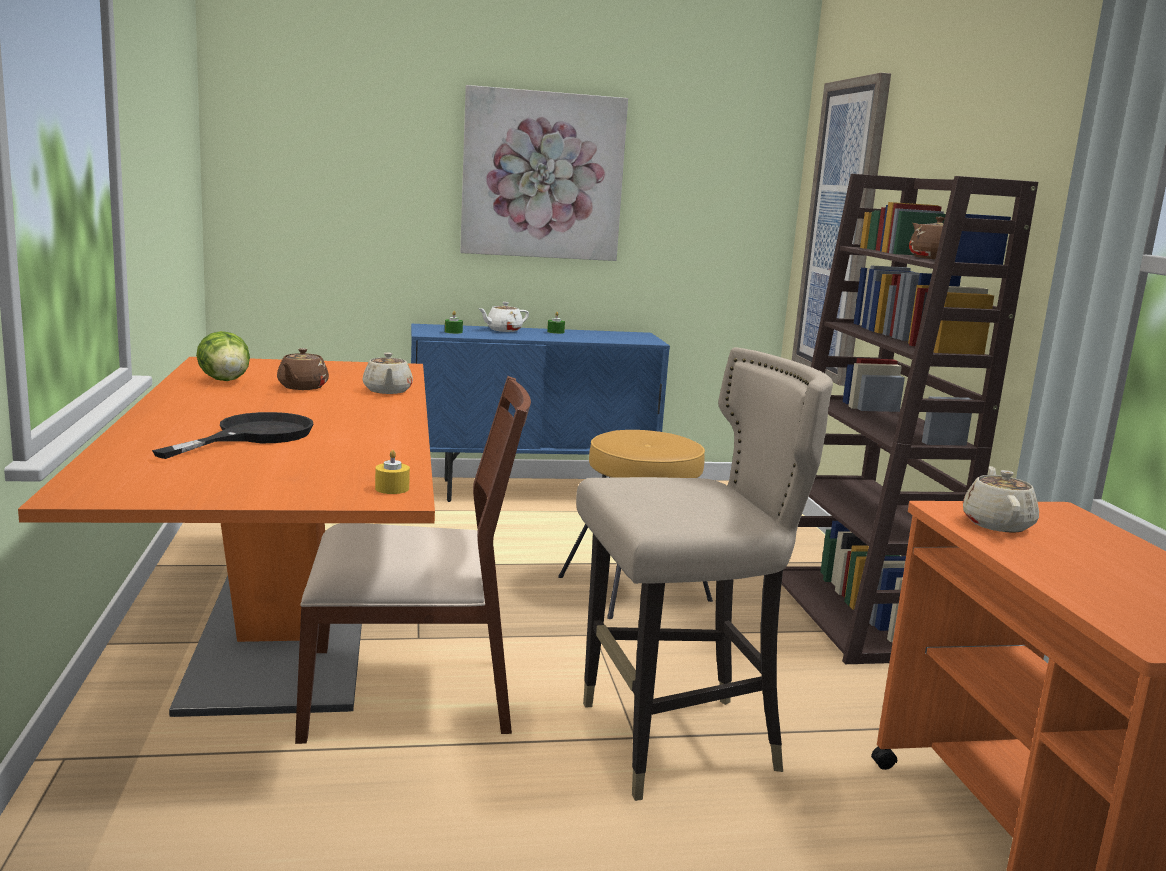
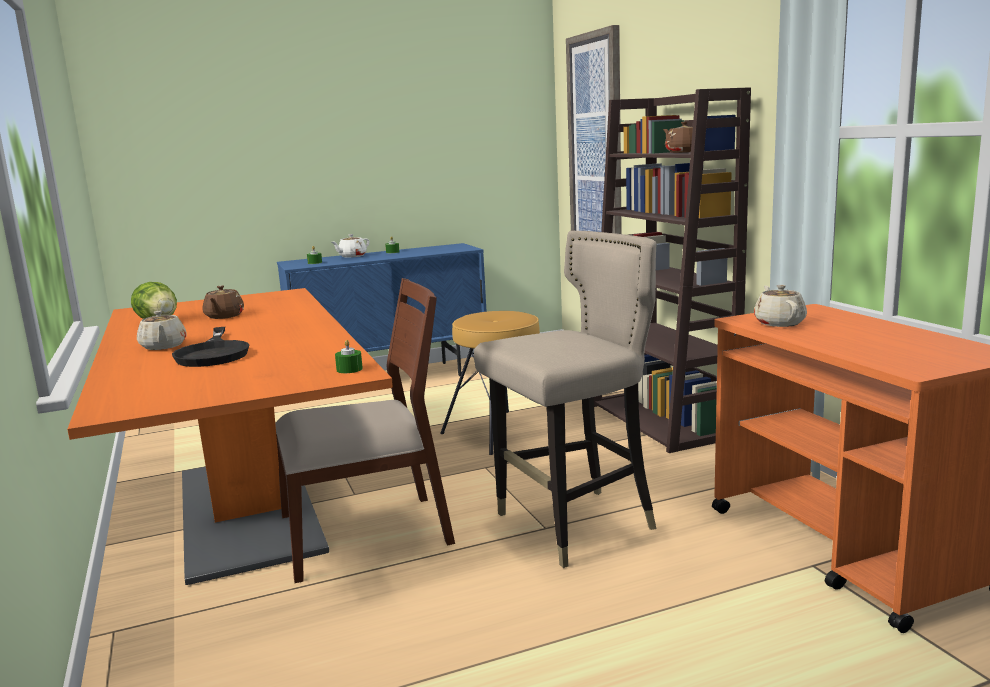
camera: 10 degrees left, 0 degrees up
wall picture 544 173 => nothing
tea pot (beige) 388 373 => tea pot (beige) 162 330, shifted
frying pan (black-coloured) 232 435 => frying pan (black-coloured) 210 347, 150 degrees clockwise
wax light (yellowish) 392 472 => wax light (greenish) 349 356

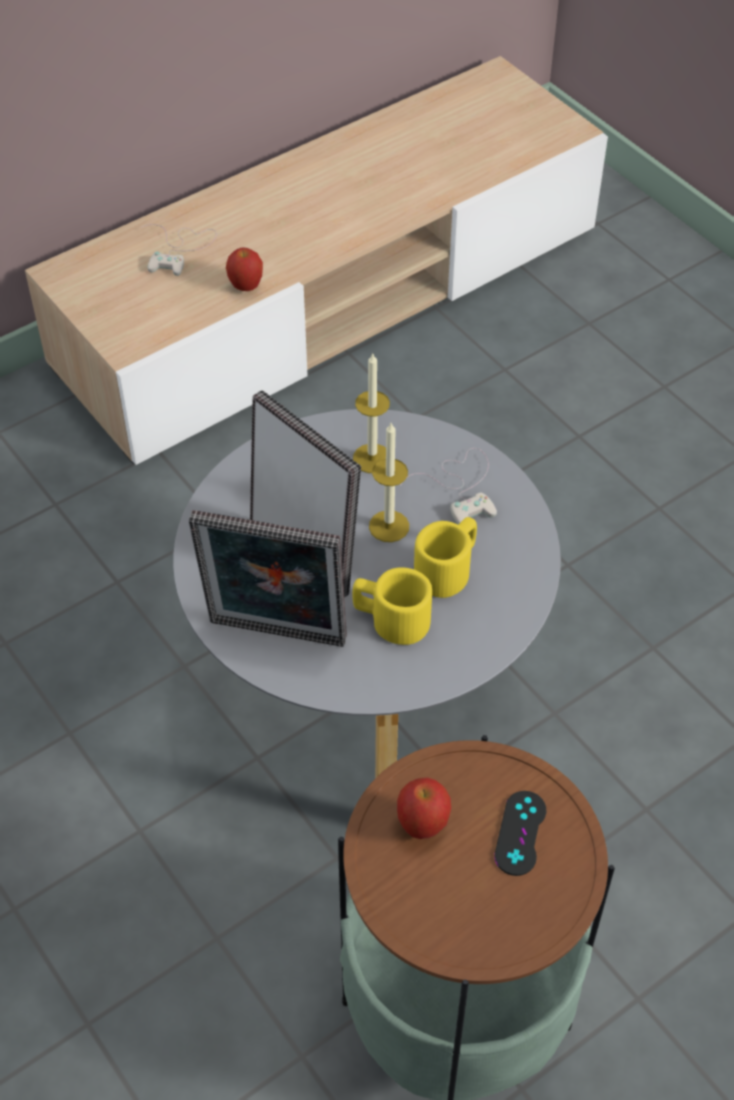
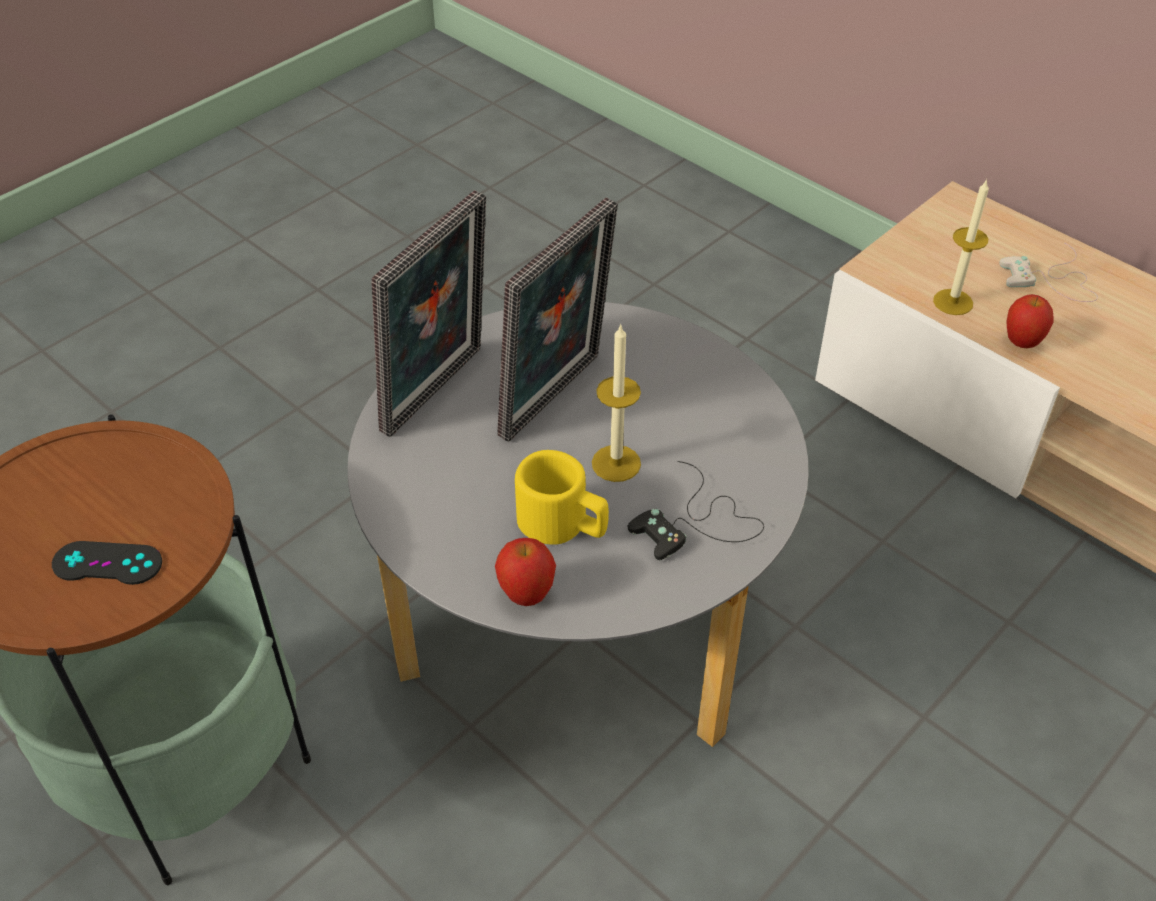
camera: 80 degrees right, 5 degrees down
wax light 371 413 => wax light 961 247, shifted
gamepad (white-coloured) 448 486 => gamepad (black-coloured) 696 510
photo frame 268 578 => photo frame 428 313, 150 degrees counterclockwise
tea mug (yellowish) 392 606 => nothing
apple 424 808 => apple 525 572, shifted

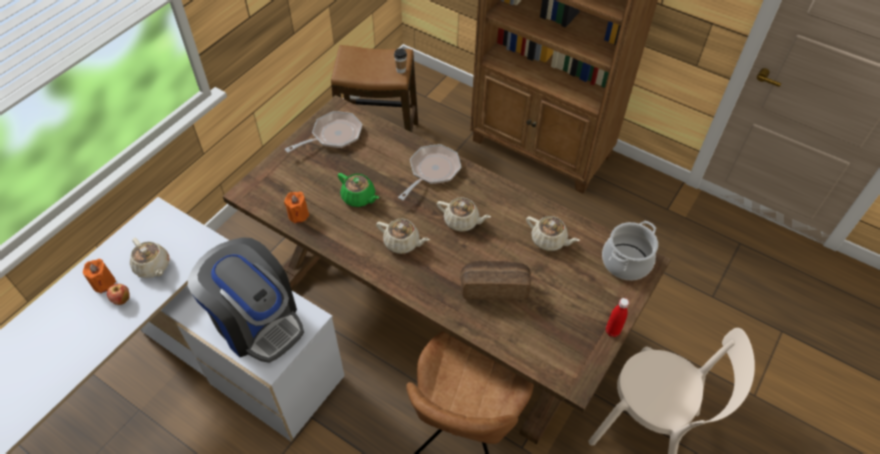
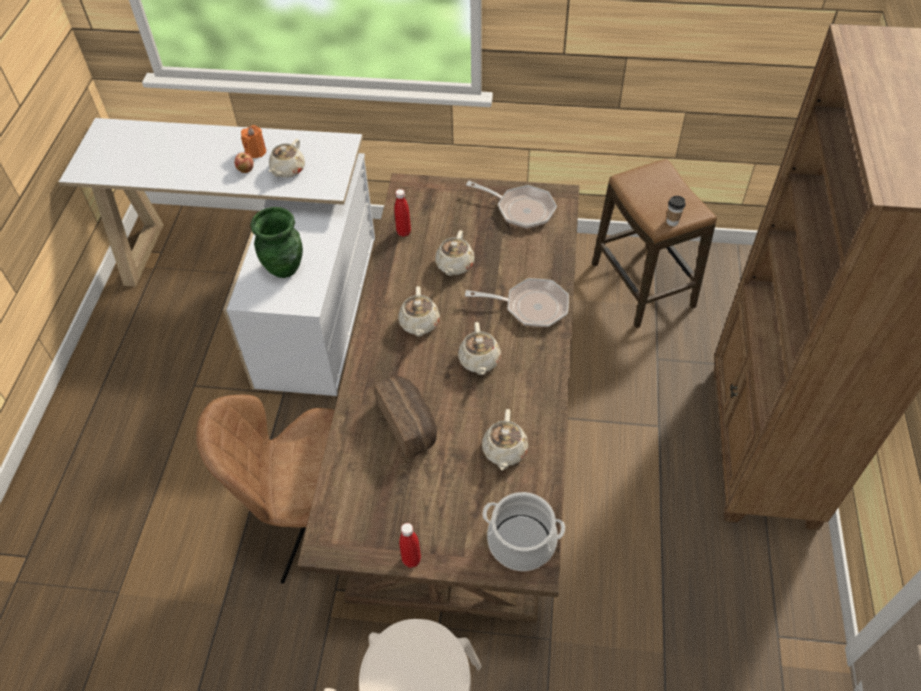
camera: 65 degrees right, 0 degrees up
tea pot (greenish) 358 190 => tea pot (beige) 454 253
wax light (orange) 296 208 => beverage bottle (reddish) 402 213
coffee machine 246 300 => flower vase (greenish) 276 242

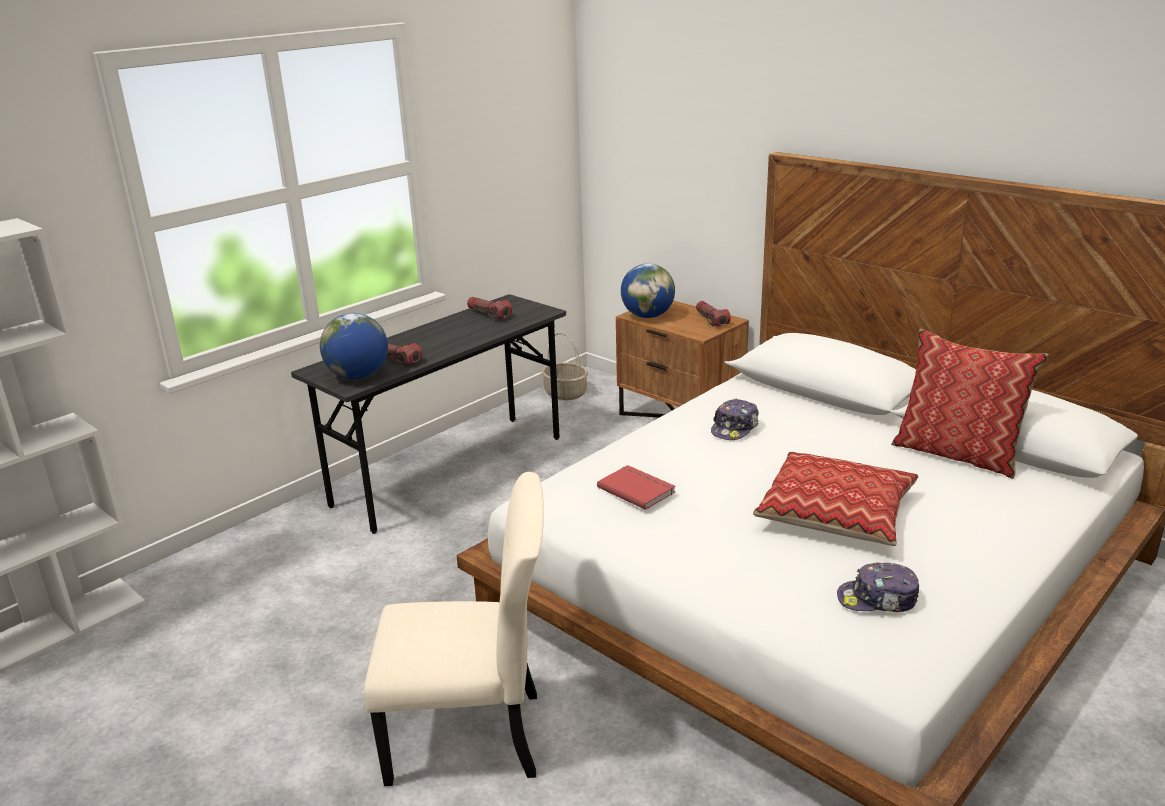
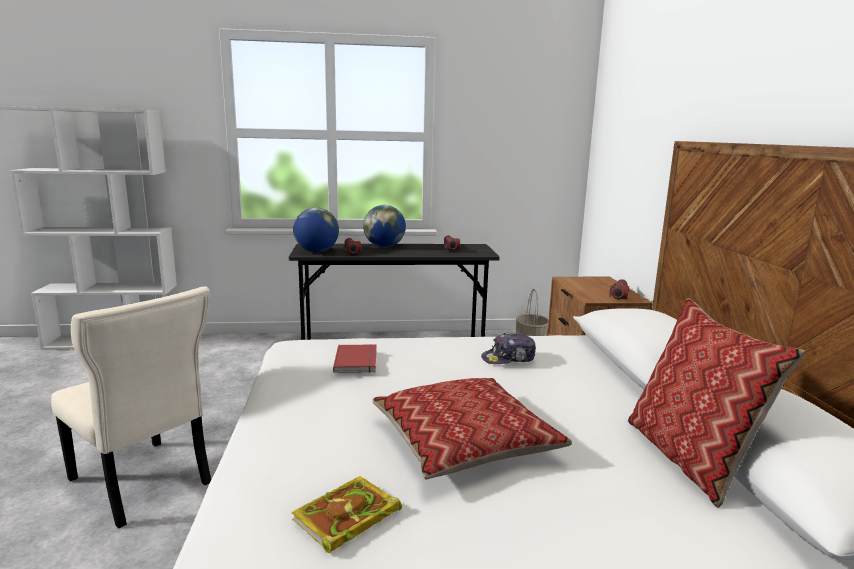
camera: 40 degrees right, 10 degrees down
globe 648 290 => globe 384 226, shifted
cap 878 587 => volume 347 514

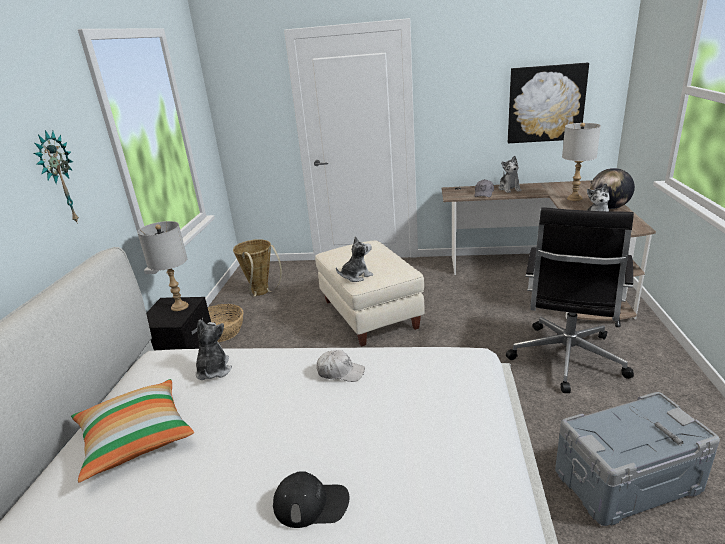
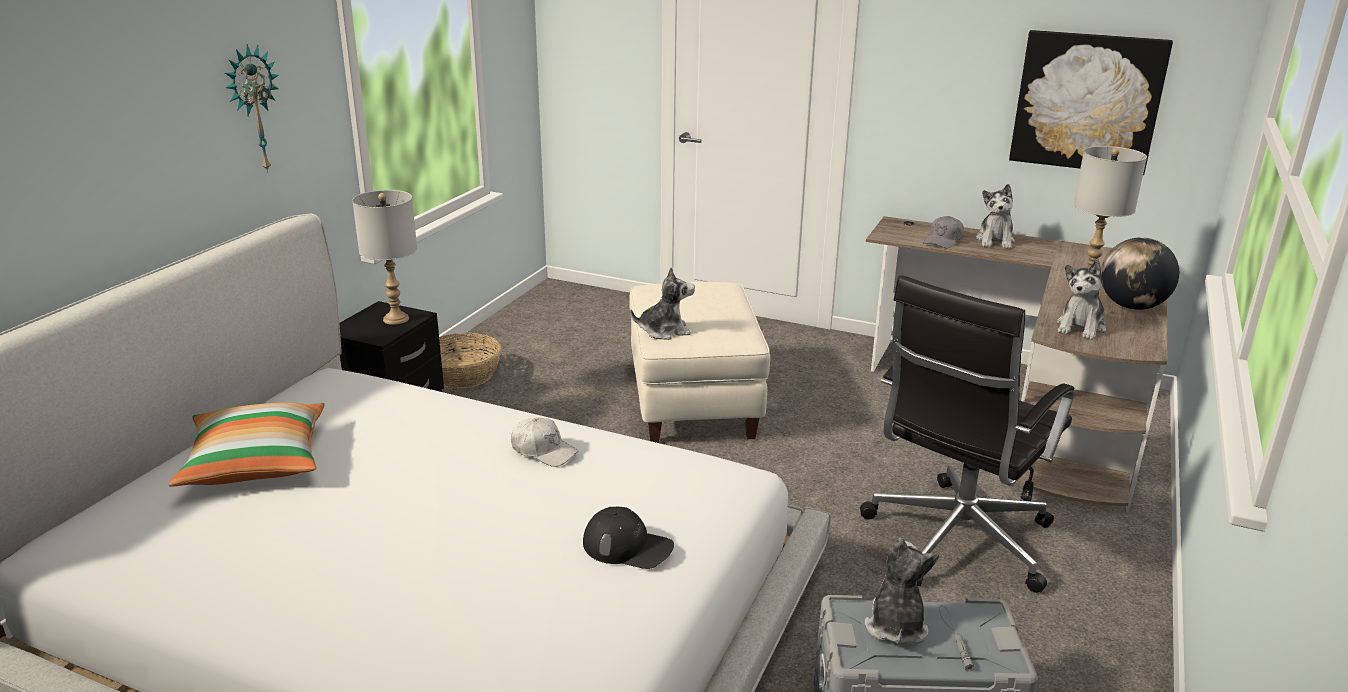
camera: 15 degrees right, 0 degrees up
household basket 257 268 => nothing
plush toy 213 349 => plush toy 902 591, shifted
cap (black-coloured) 311 499 => cap (black-coloured) 628 538, shifted

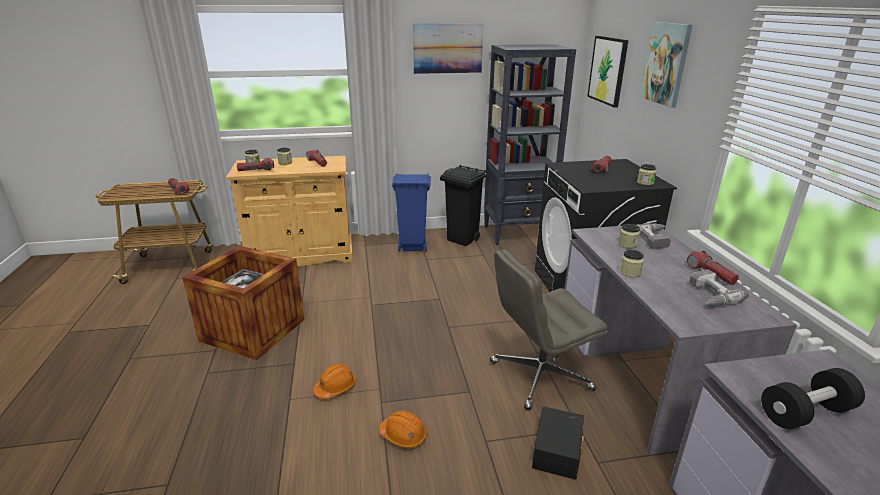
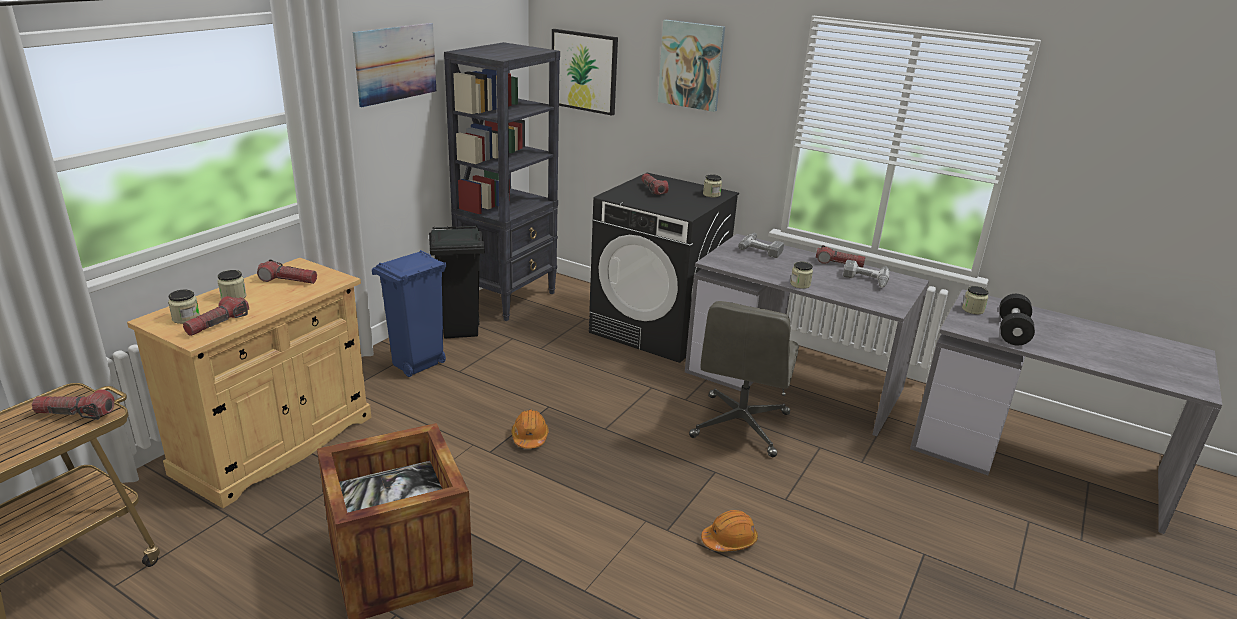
camera: 50 degrees left, 0 degrees up
storage jar 629 236 => storage jar 975 300, shifted
work helmet (orange) 334 381 => work helmet (orange) 529 429, shifted
storage container (black-coloured) 558 443 => nothing

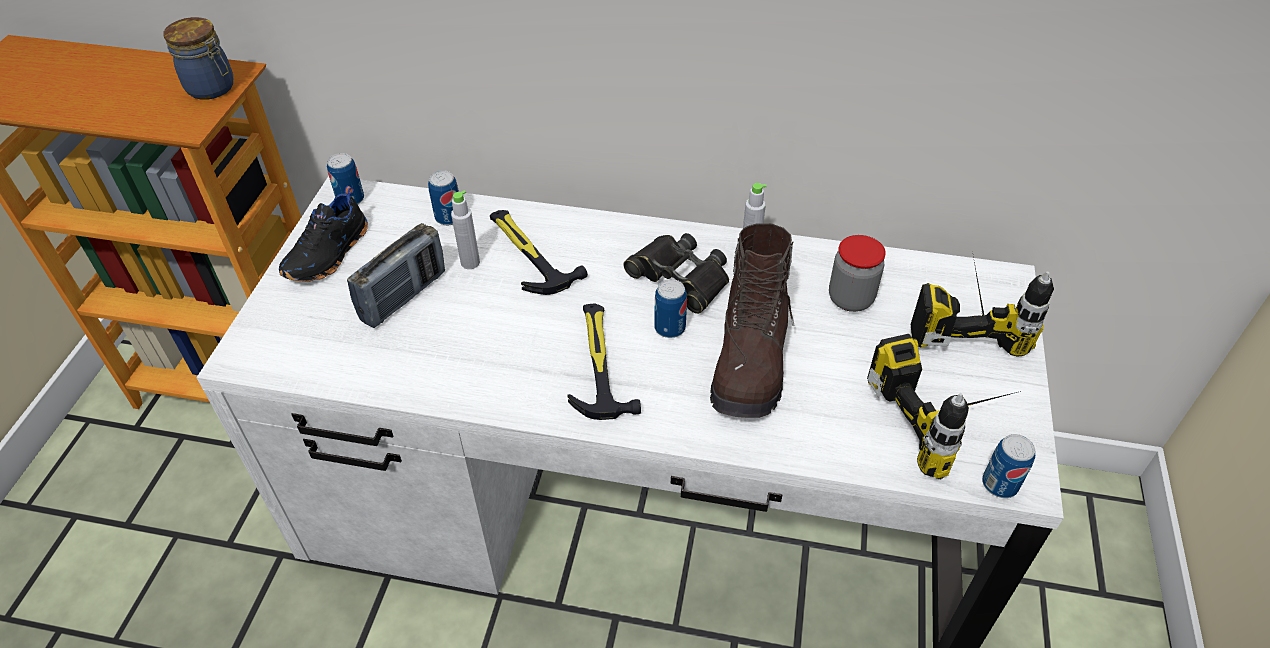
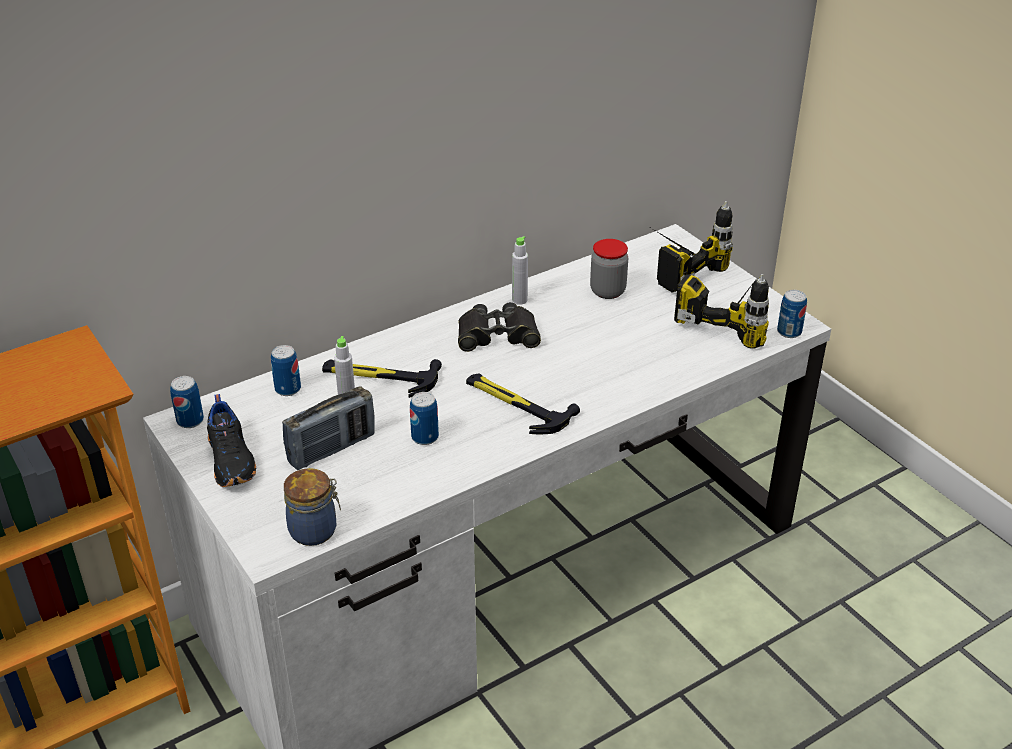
camera: 45 degrees left, 10 degrees down
storage jar 198 58 => storage jar 312 507, shifted
radio receiver 396 275 => radio receiver 328 428, 60 degrees clockwise
tall boot (brown-coloured) 752 320 => nothing
can 670 308 => can 424 418, shifted

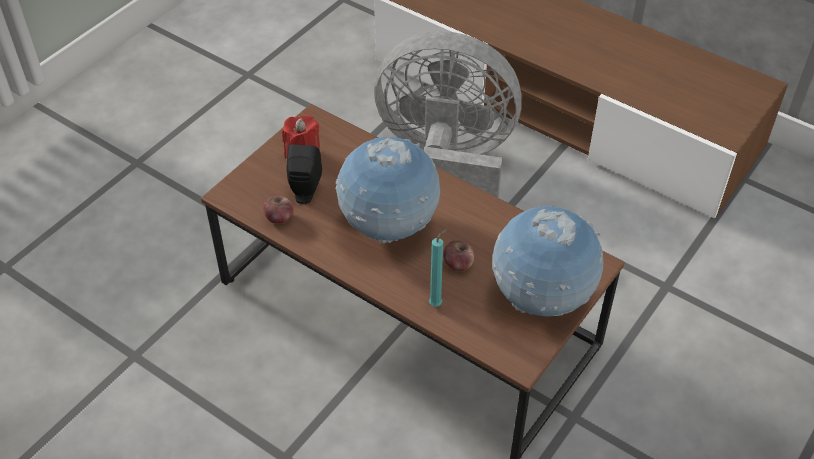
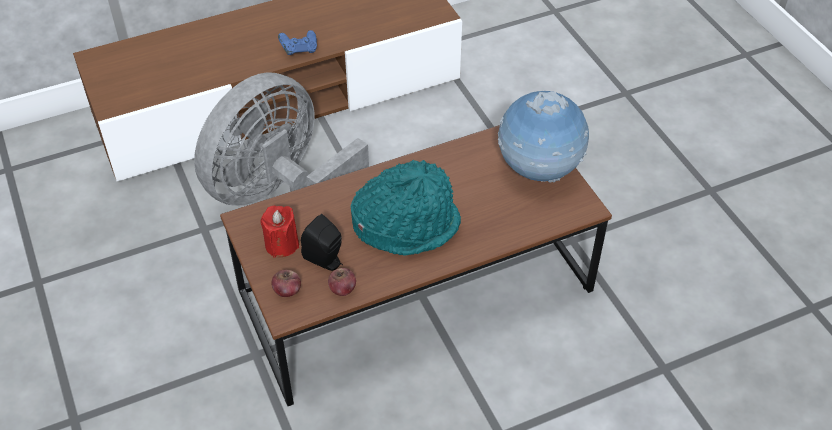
camera: 60 degrees left, 0 degrees up
globe 388 190 => wearable hat (turquoise-coloured) 406 208
wax light (turquoise-coloured) 438 268 => nothing
apple 458 255 => apple 286 283, shifted
nothing => gamepad (bluish) 297 42

